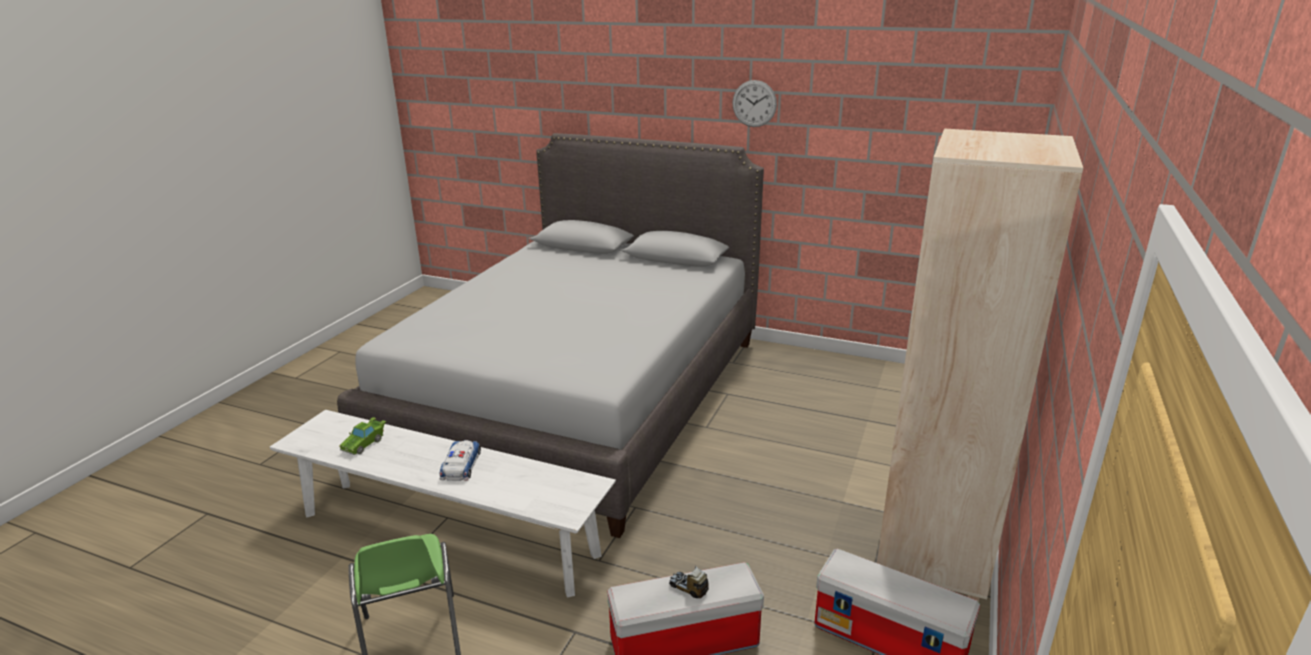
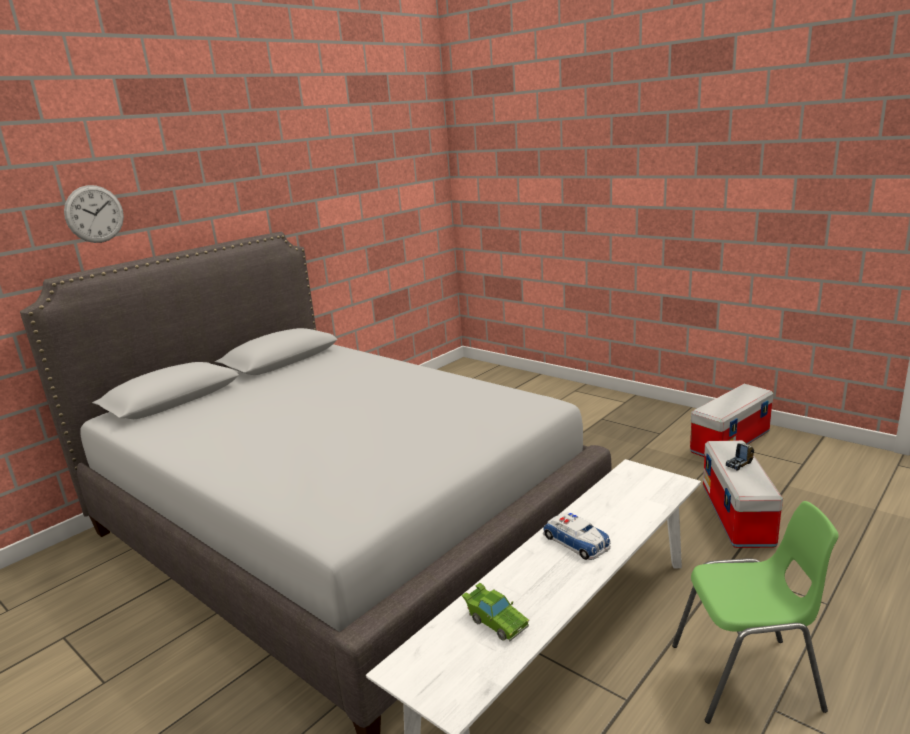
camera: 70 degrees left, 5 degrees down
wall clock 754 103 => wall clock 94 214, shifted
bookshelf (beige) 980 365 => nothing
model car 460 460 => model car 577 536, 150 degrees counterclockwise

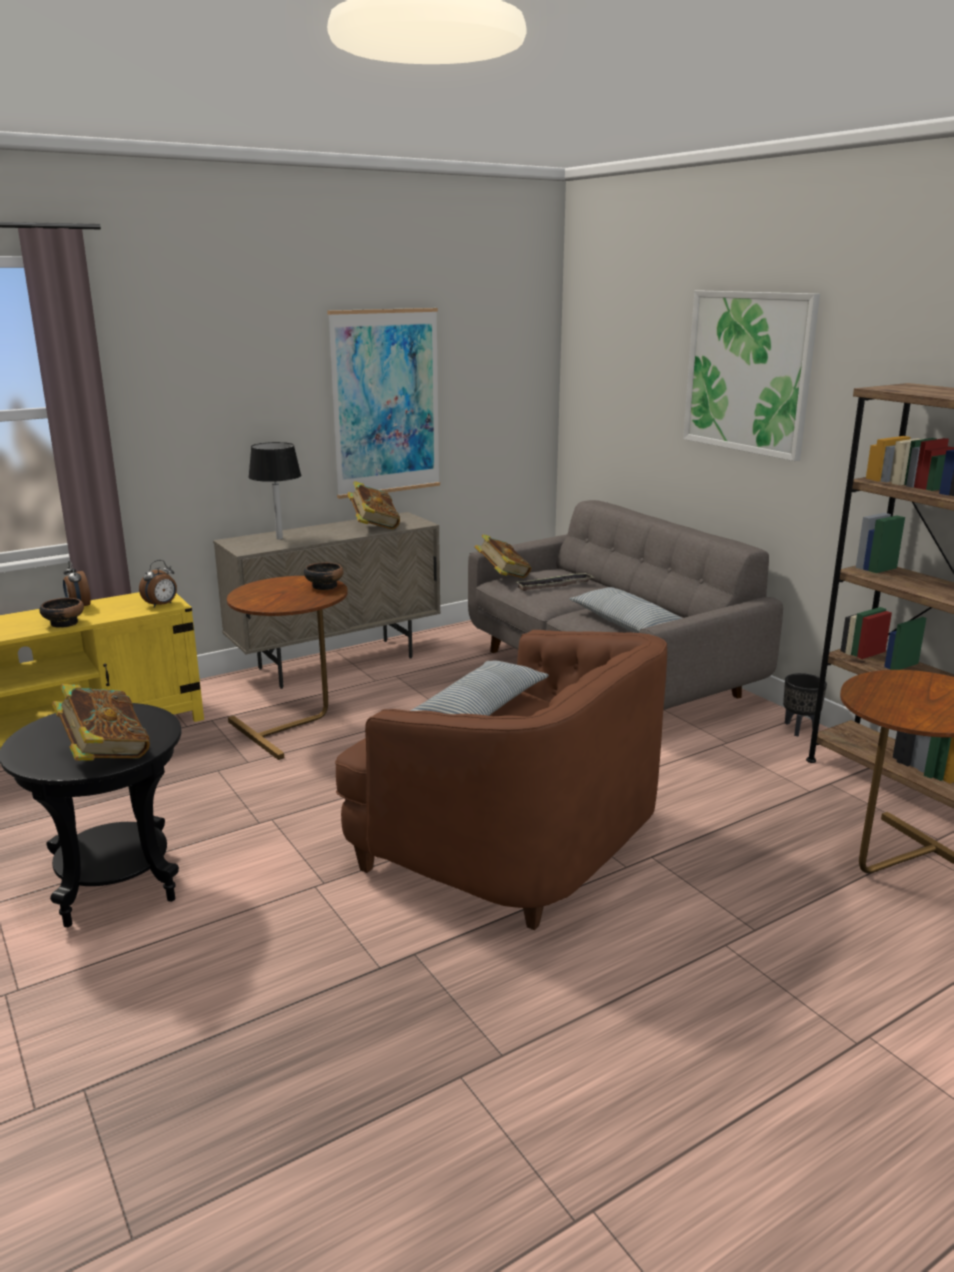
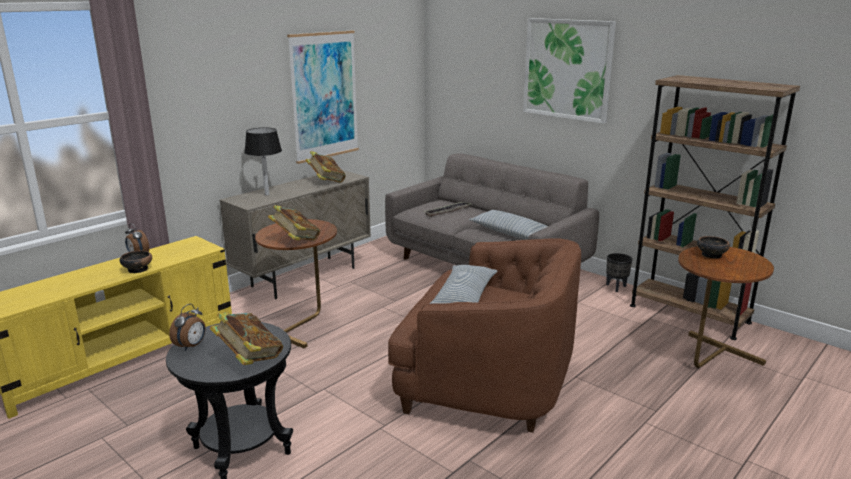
camera: 15 degrees left, 0 degrees up
volume 503 556 => volume 294 222, shifted
bedside clock 158 584 => bedside clock 187 327, shifted
bowl 324 576 => bowl 713 247, shifted

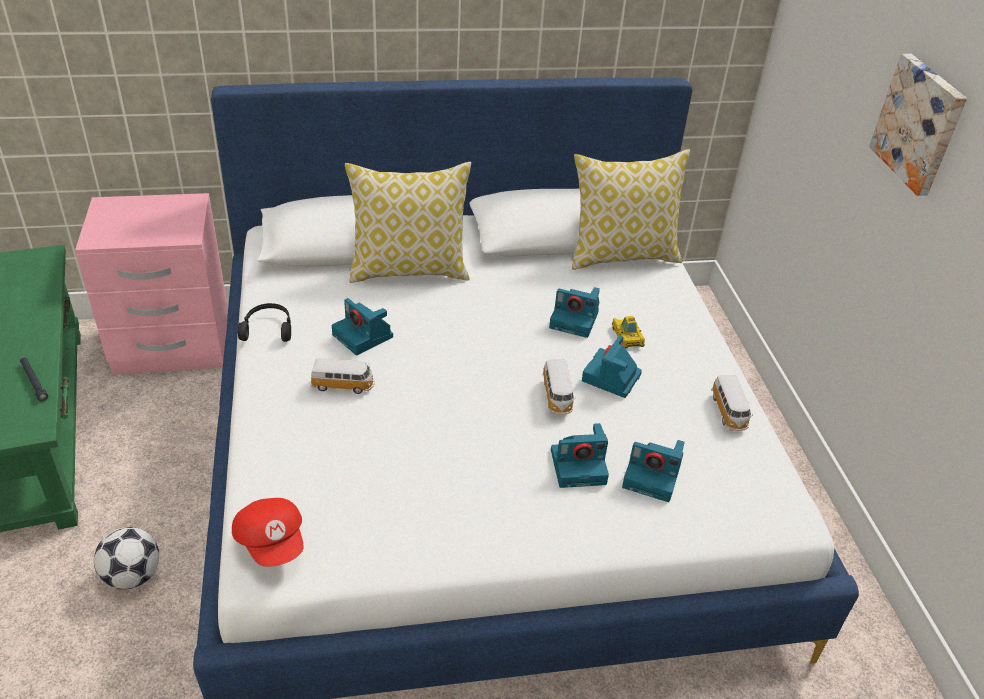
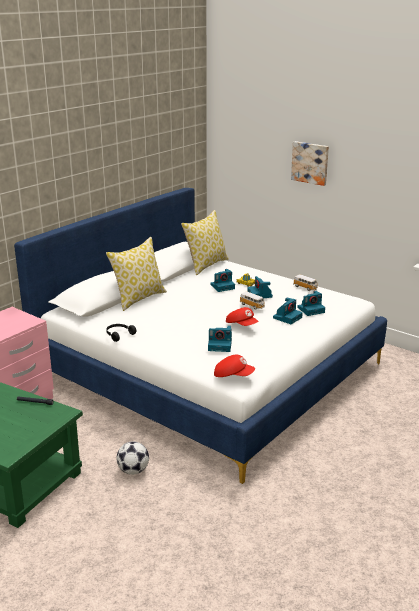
camera: 40 degrees left, 15 degrees down
still camera 362 326 => still camera 220 338, shifted
model car 343 376 => nothing
nothing => cap (reddish) 242 316

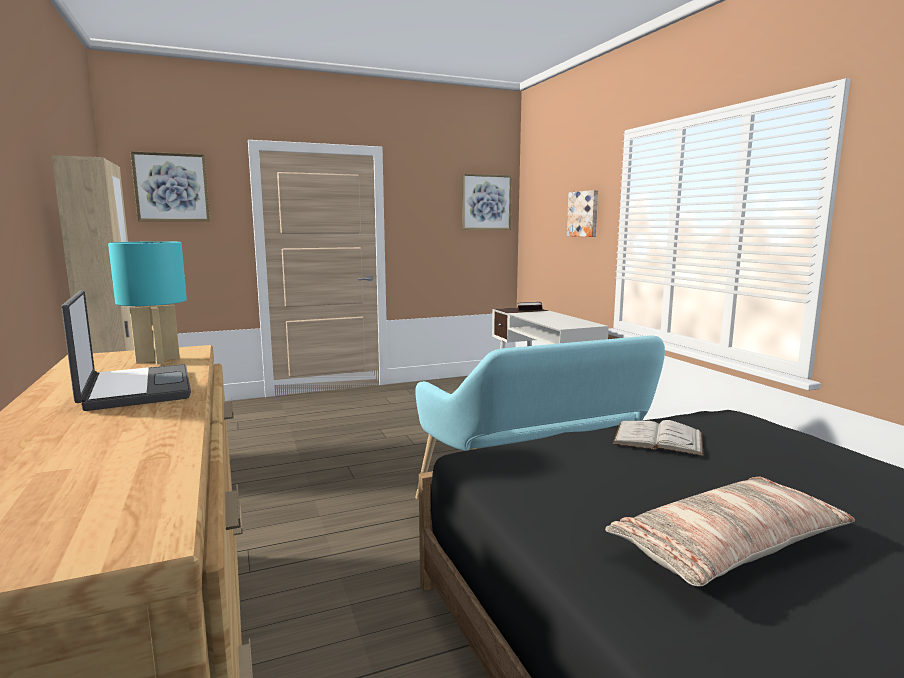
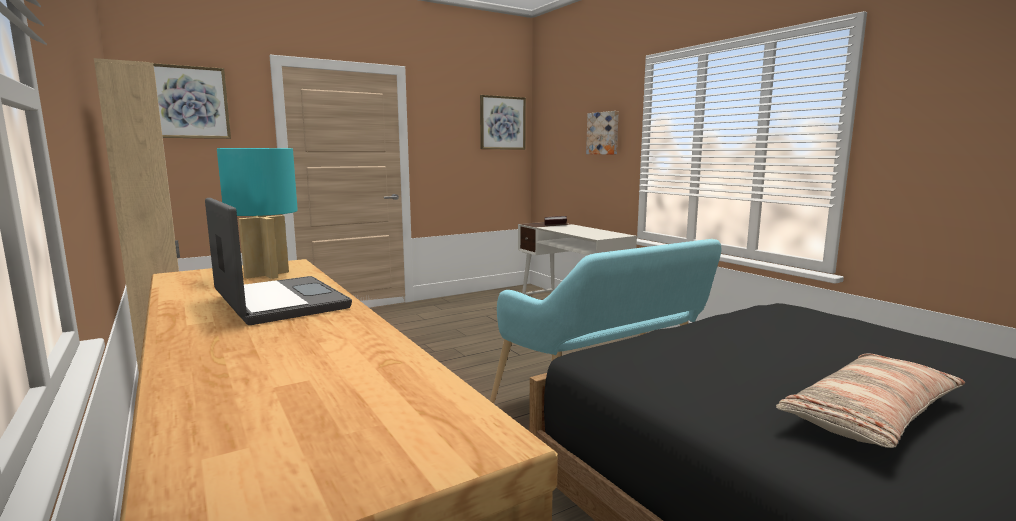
camera: 10 degrees left, 0 degrees up
volume (white-coloured) 658 438 => nothing

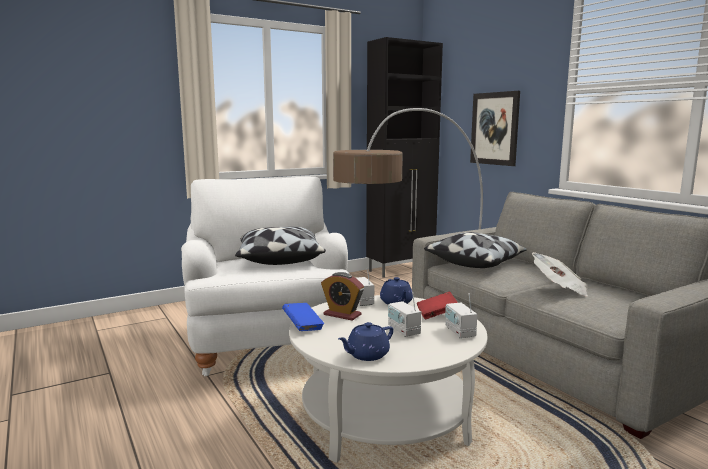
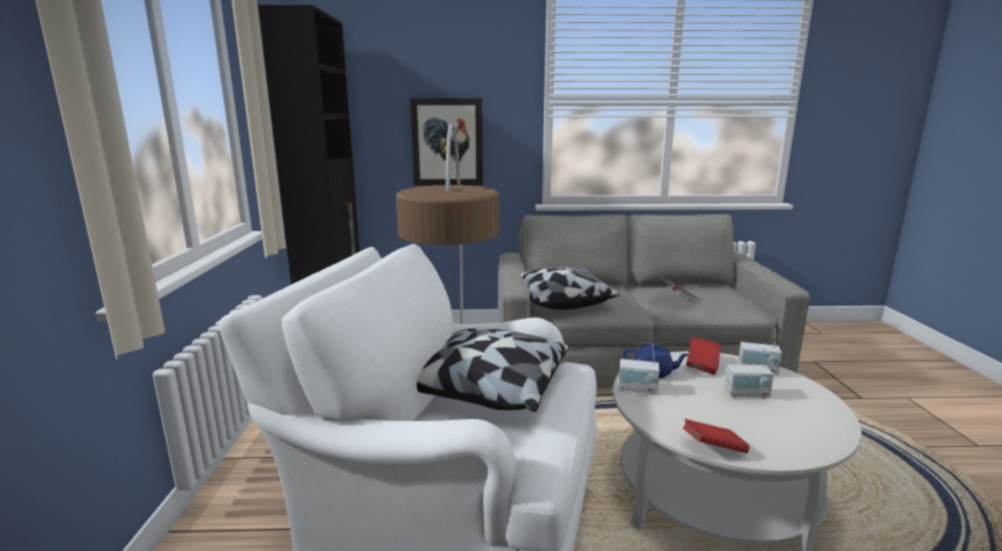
camera: 60 degrees left, 5 degrees up
bedside clock 342 296 => nothing
volume (bluish) 303 317 => volume (reddish) 716 436
tea pot (bluish) 366 341 => nothing

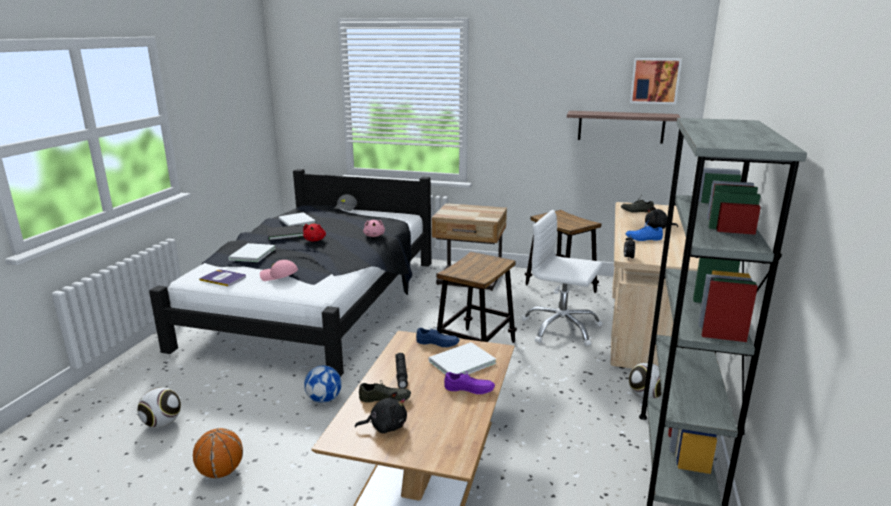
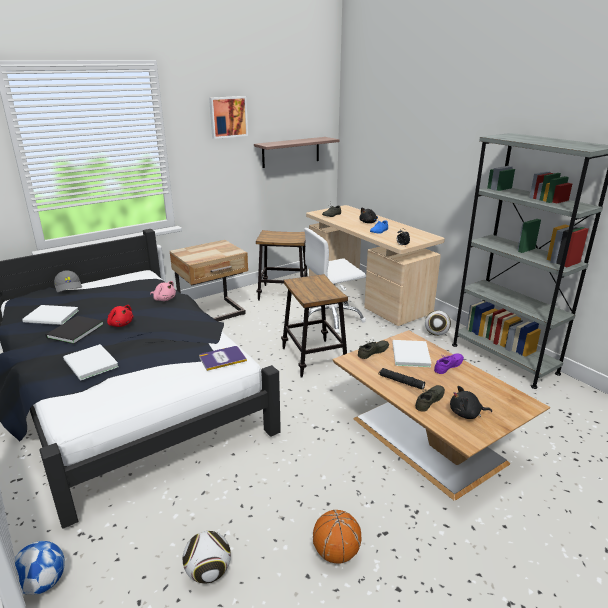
camera: 50 degrees left, 5 degrees up
wall picture 656 81 => wall picture 228 117, shifted
cap (pink-coloured) 279 270 => nothing
volume 222 278 => volume 223 358, shifted
shoe (bluish) 437 337 => shoe (greyish) 373 349
football ball 323 384 => football ball 40 568, shifted
plush toy (black-coloured) 381 412 => plush toy (black-coloured) 471 402, 120 degrees counterclockwise

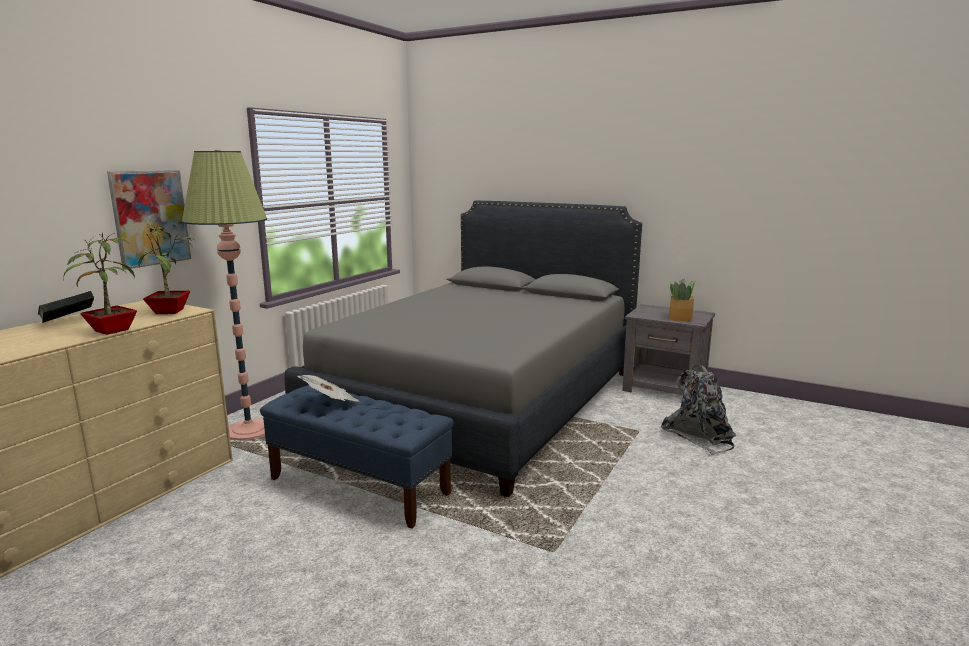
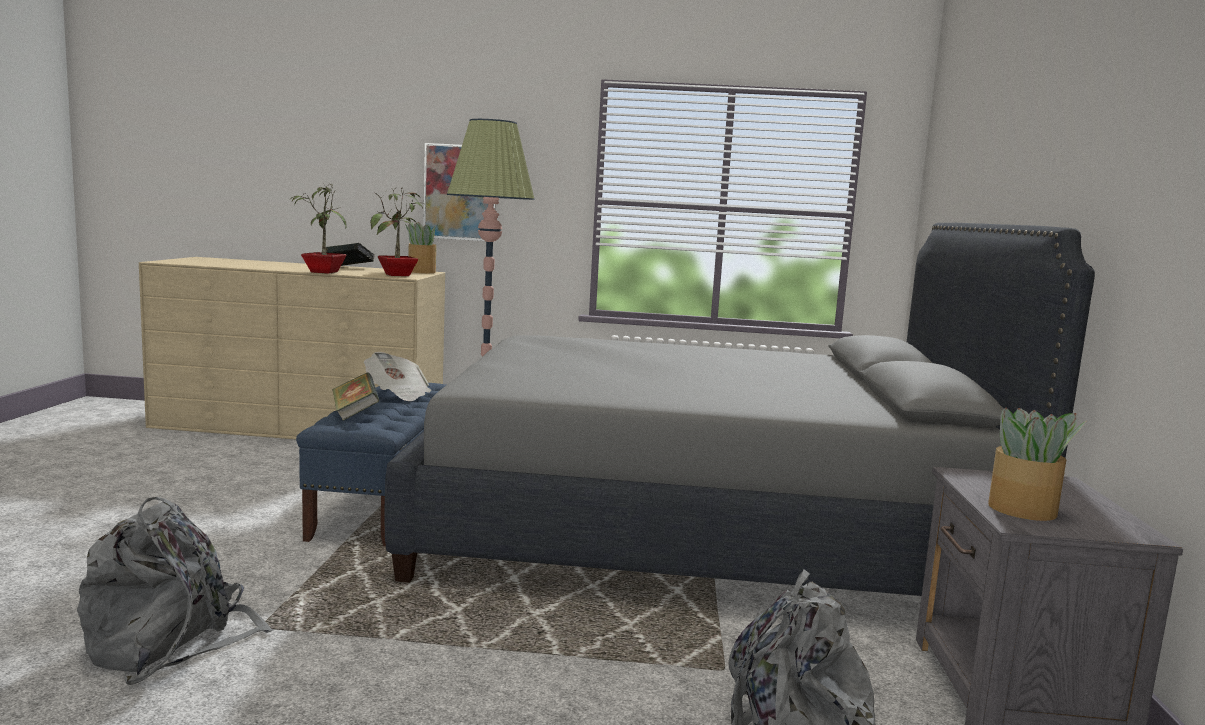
camera: 65 degrees right, 5 degrees down
nothing => plant in a pot 421 247
nothing => volume 356 396
nothing => backpack (greyish) 175 591

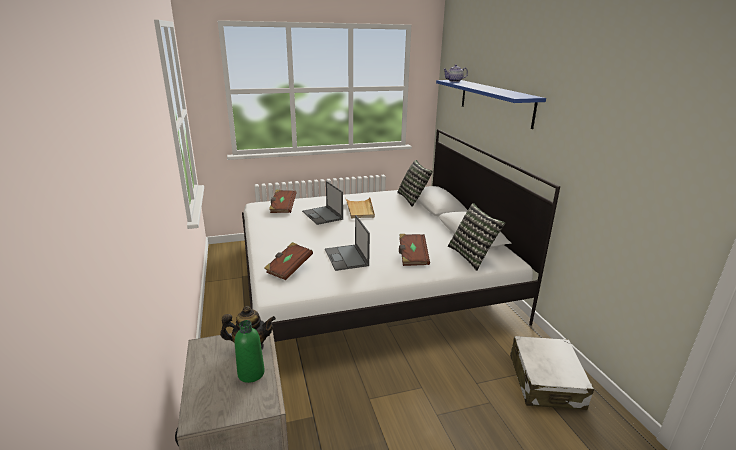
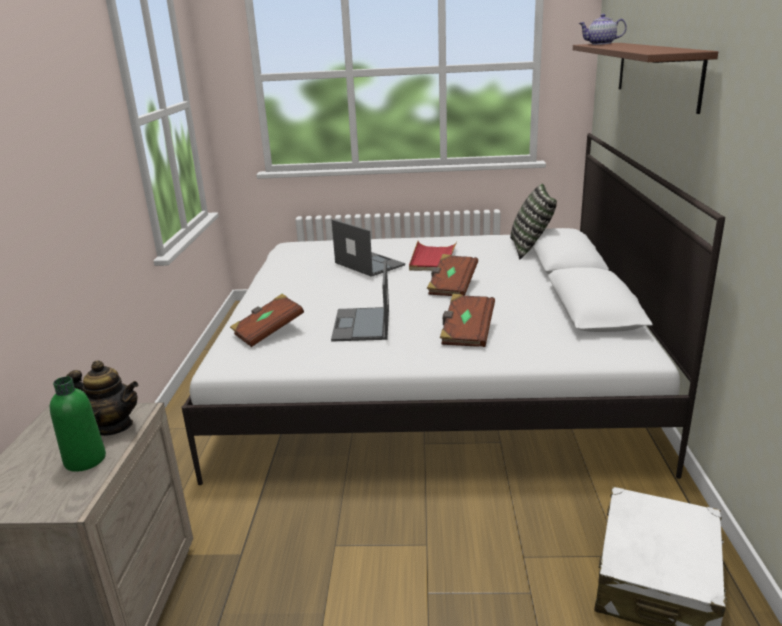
camera: 20 degrees right, 0 degrees up
shelf (bluish) 491 104 => shelf (brown-coloured) 645 78
laptop 322 203 => laptop 368 248, 150 degrees clockwise
volume (brown-coloured) 282 201 => volume (brown-coloured) 452 275, shifted
serving tray (beige) 360 208 => serving tray (reddish) 433 256
pillow 476 237 => nothing

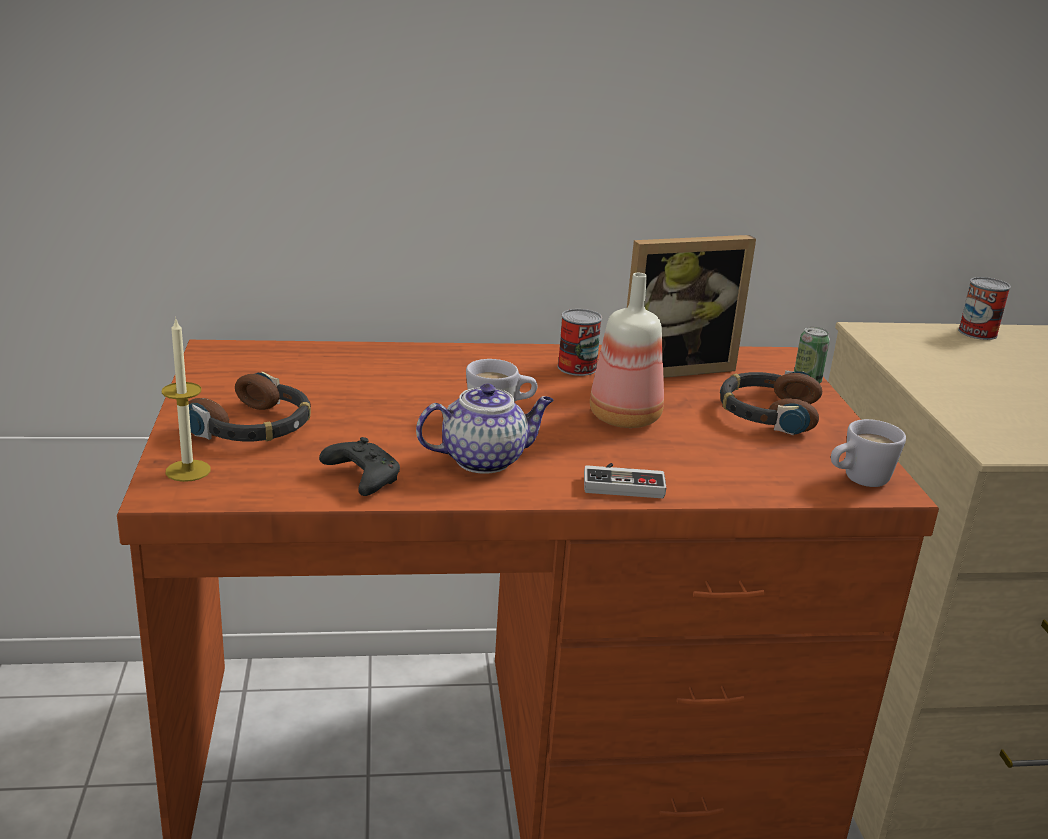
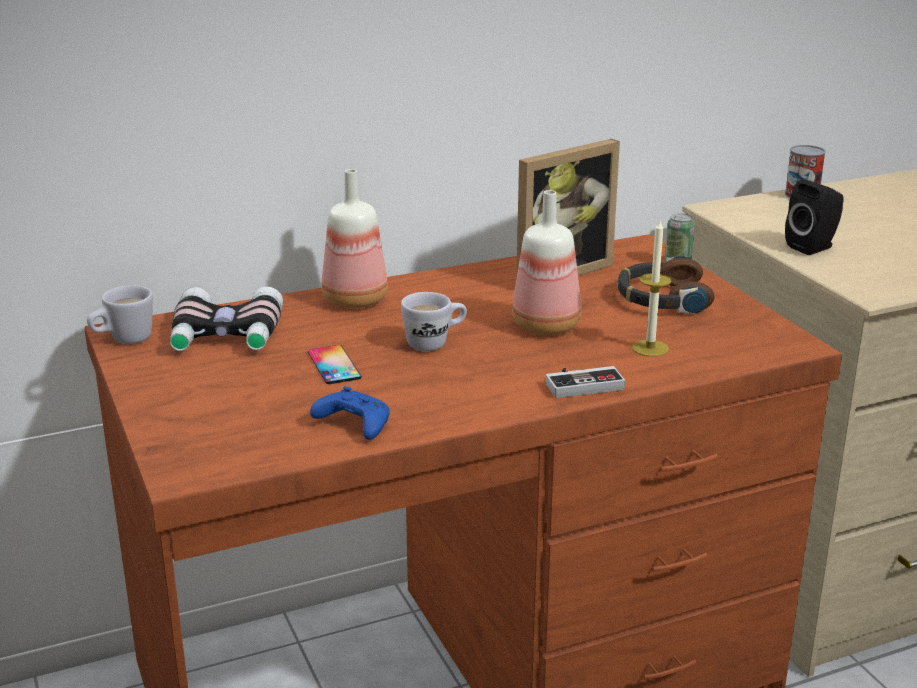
camera: 15 degrees left, 0 degrees up
can 580 342 => nothing
wax light 186 399 => wax light 652 288, shifted
headphones 249 406 => nothing
tea pot 485 429 => nothing
tea mug (white-coloured) 868 453 => tea mug (white-coloured) 120 314, shifted
gamepad (black-coloured) 359 466 => gamepad (bluish) 350 413
nothing => beverage bottle 355 238
nothing => audio speaker (black-coloured) 814 217
nothing => binoculars 226 319
nothing => handset 335 364

